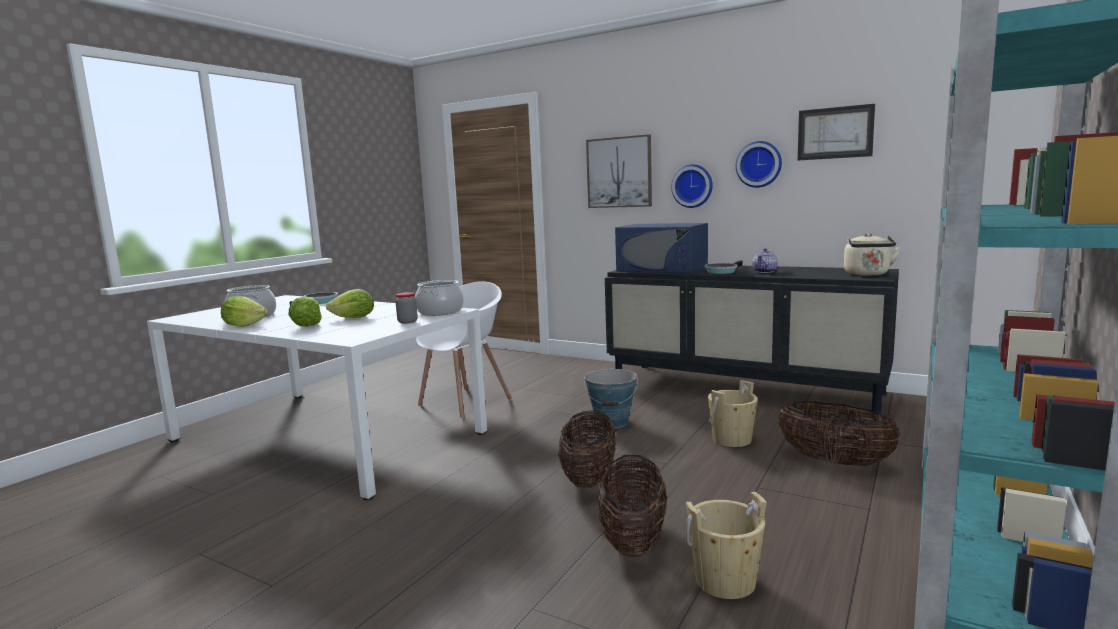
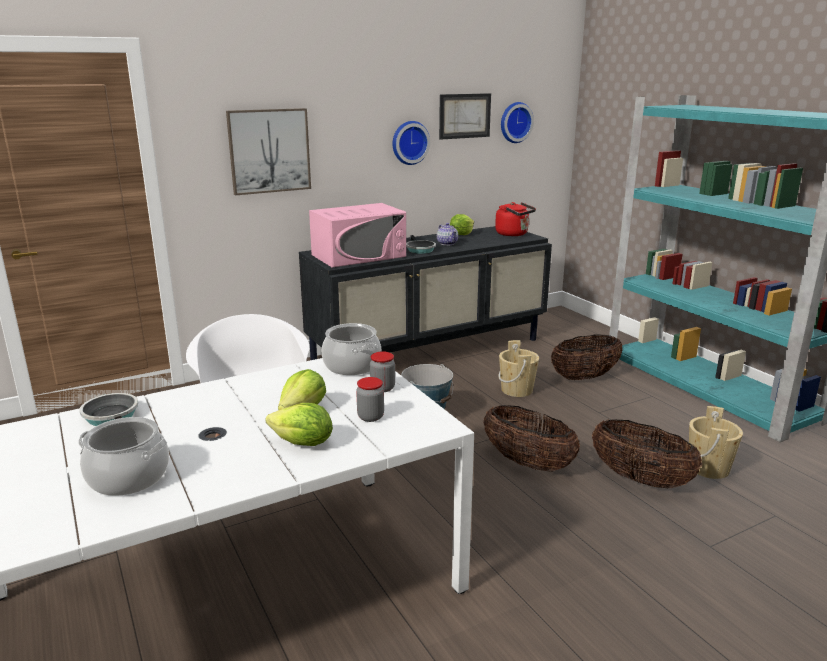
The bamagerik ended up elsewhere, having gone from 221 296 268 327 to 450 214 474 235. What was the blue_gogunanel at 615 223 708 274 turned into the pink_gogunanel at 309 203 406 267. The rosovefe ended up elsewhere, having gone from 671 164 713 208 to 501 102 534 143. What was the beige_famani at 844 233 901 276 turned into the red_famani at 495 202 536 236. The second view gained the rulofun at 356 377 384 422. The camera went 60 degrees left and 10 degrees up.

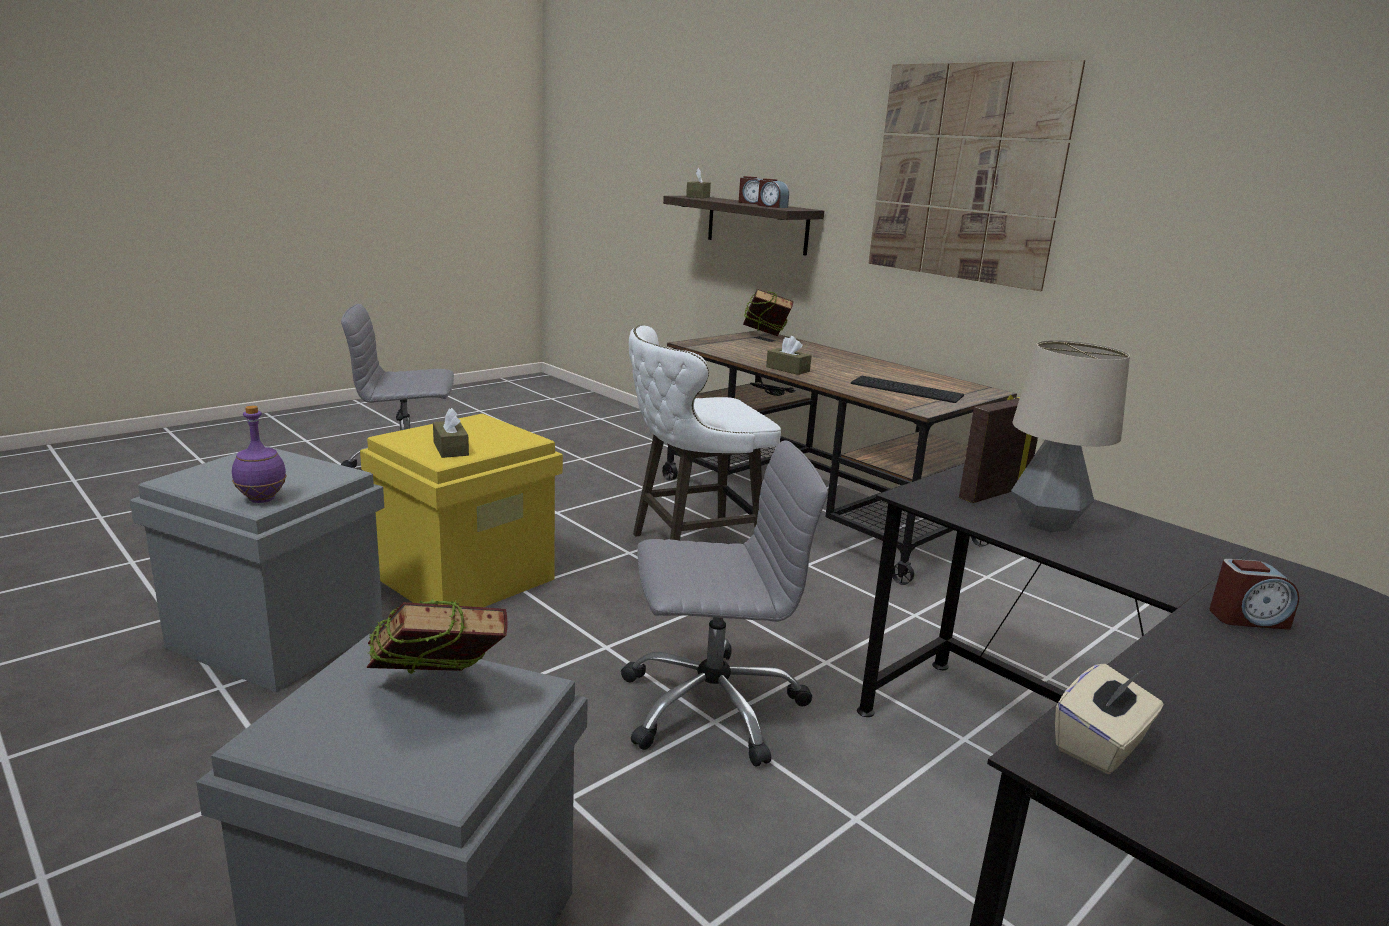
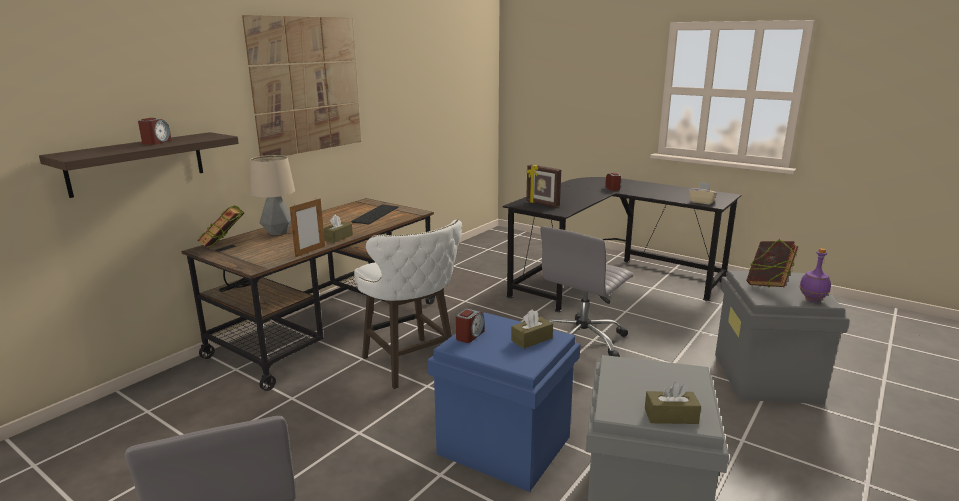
The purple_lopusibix ended up elsewhere, having gone from 232 405 287 503 to 800 248 831 302. What was the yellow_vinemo at 360 413 563 607 turned into the blue_vinemo at 427 312 581 492. The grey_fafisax at 621 441 828 767 ended up facing another way, 120 degrees counterclockwise from before. The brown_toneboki ended up elsewhere, having gone from 686 168 711 198 to 645 382 701 424. The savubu ended up elsewhere, having gone from 758 179 789 208 to 456 309 484 343. The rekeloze ended up elsewhere, having gone from 1011 340 1130 532 to 250 155 295 235. The second view gained the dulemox at 290 198 325 257. The camera went 100 degrees left and 0 degrees up.

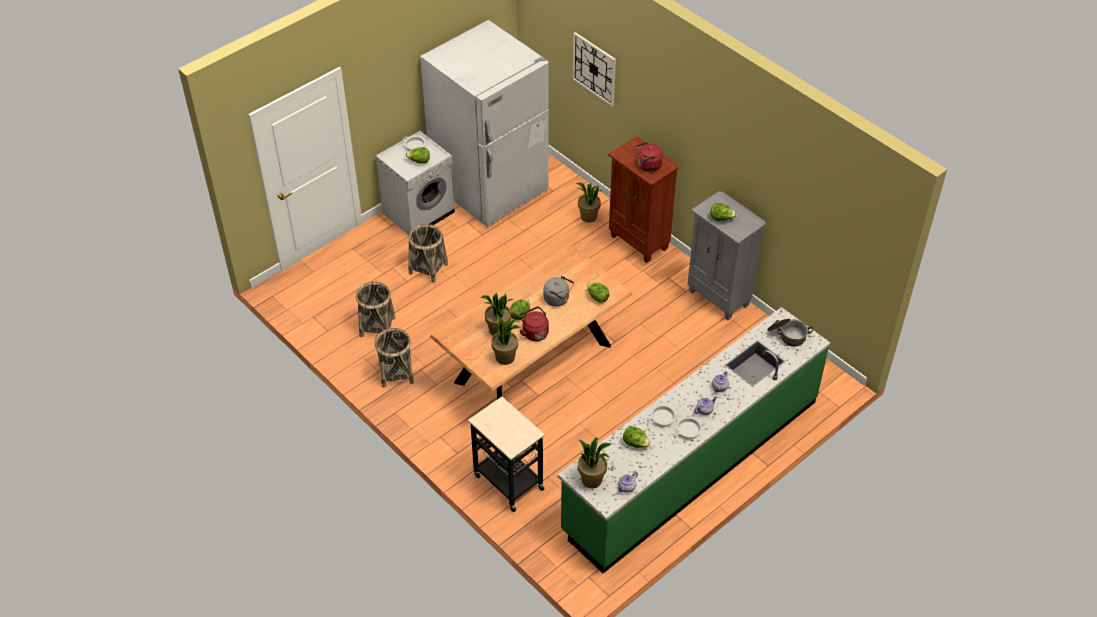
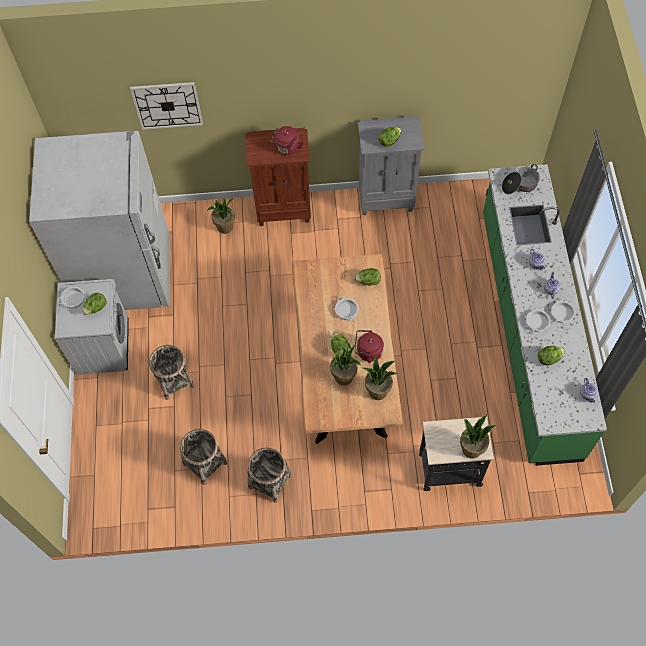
Where the grey_famani stood at 544 276 574 307, the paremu came to stand at 335 296 358 321. The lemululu ended up elsewhere, having gone from 578 437 612 488 to 460 414 495 459. The camera went 50 degrees left and 15 degrees up.

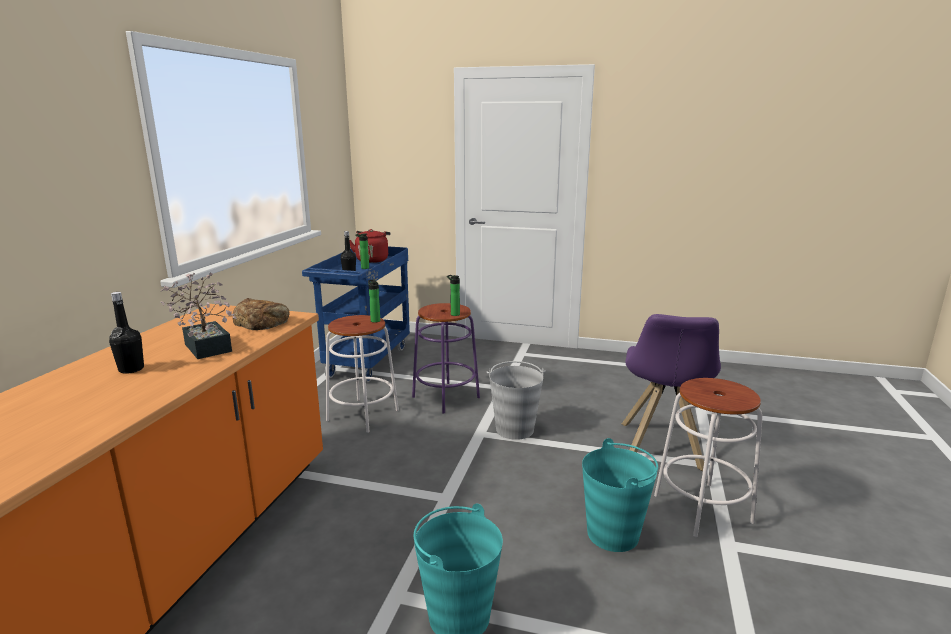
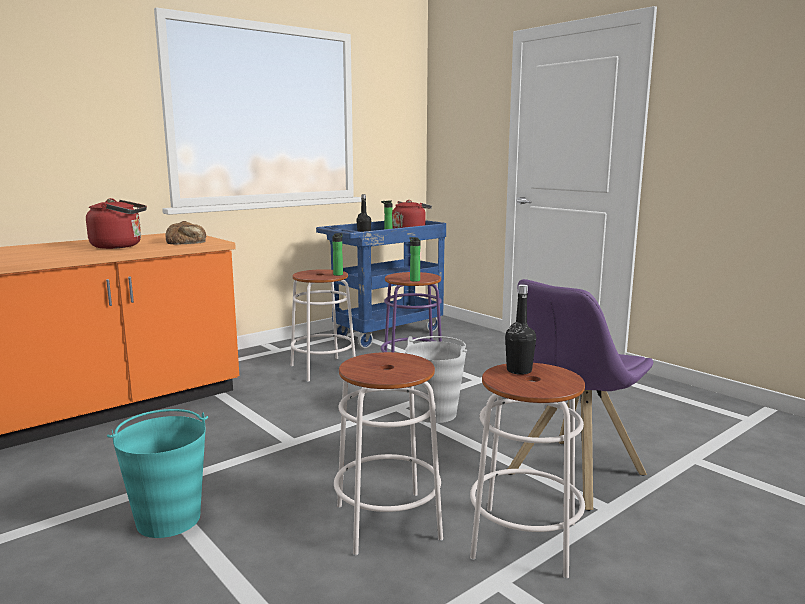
The black_lopusibix ended up elsewhere, having gone from 109 292 144 374 to 505 284 536 375. Where the lemululu stood at 160 272 237 359, the red_famani came to stand at 86 198 147 249. Where the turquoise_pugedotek stood at 582 438 658 552, the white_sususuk came to stand at 334 352 443 555. The camera went 35 degrees right and 5 degrees down.

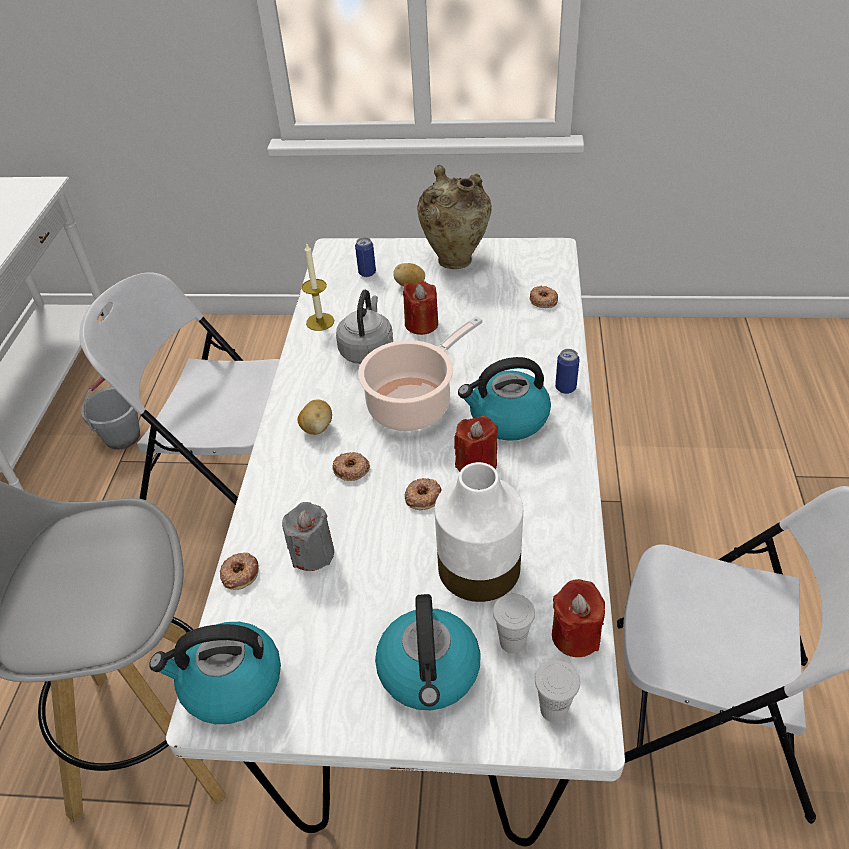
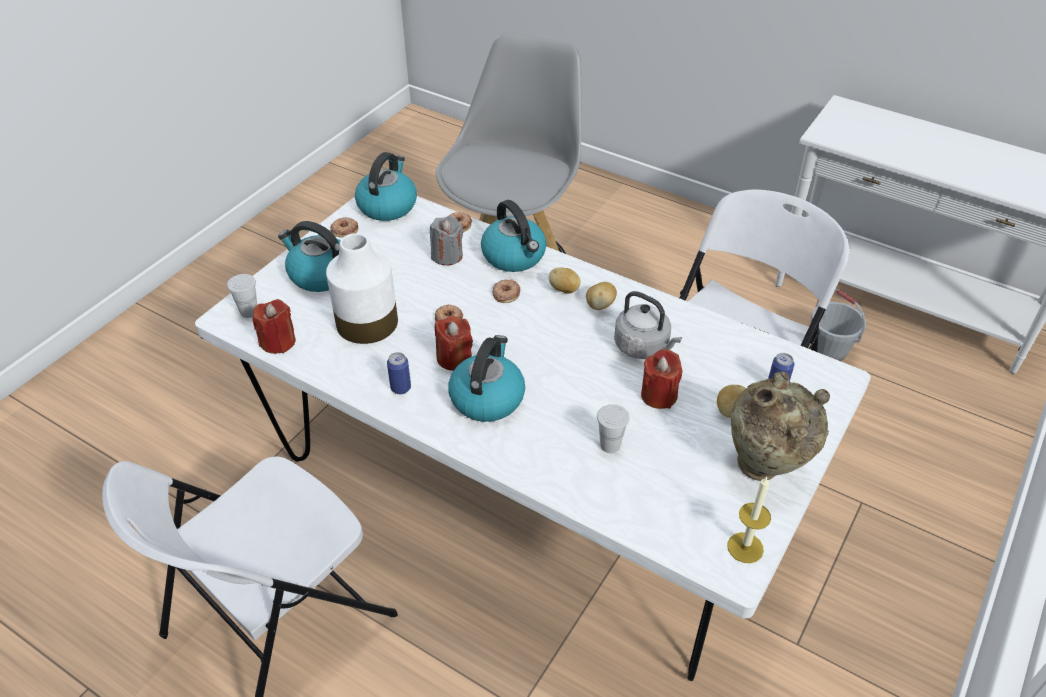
The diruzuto ended up elsewhere, having gone from 302 244 334 331 to 727 476 771 563. The second view lost the paremu at 358 316 483 431. The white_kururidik ended up elsewhere, having gone from 493 594 535 654 to 597 404 630 453. The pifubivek ended up elsewhere, having gone from 530 286 558 308 to 330 217 358 238. The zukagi ended up elsewhere, having gone from 555 349 580 394 to 387 352 411 394. The second view gained the famani at 481 200 546 272. The second view gained the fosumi at 586 282 617 310. The camera went 115 degrees right and 0 degrees up.

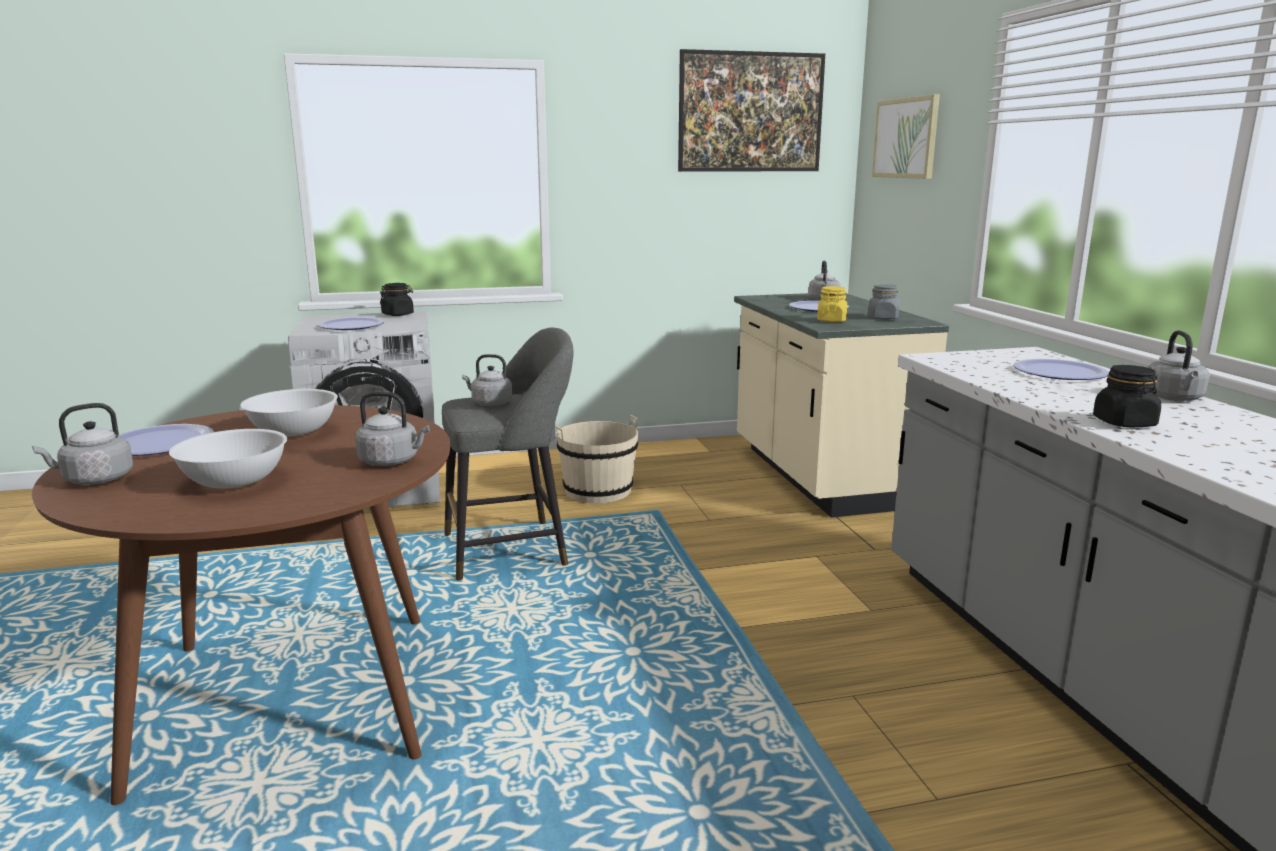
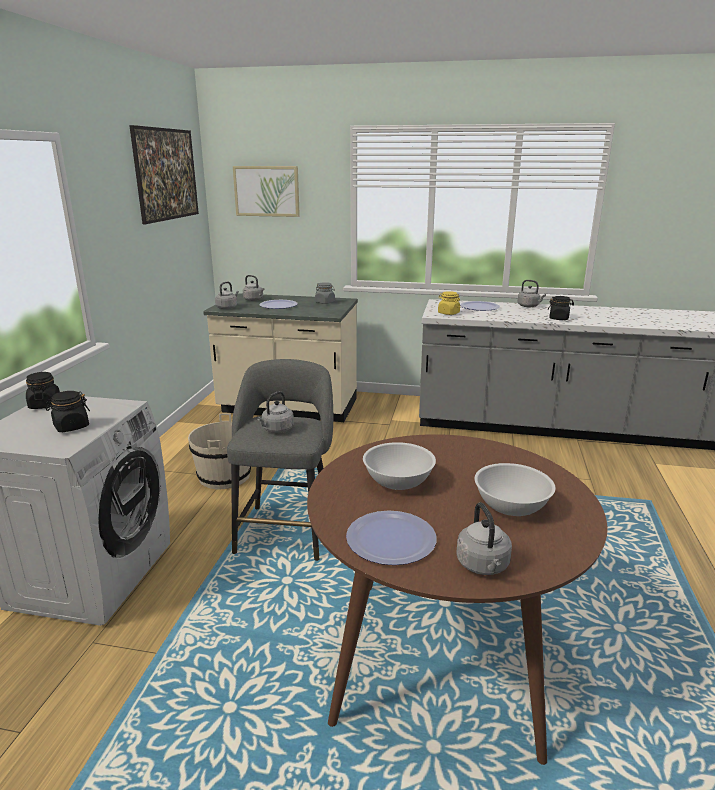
Where the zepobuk stood at 318 317 385 330, the black_rulofun came to stand at 45 391 90 432. The grey_famani ended up elsewhere, having gone from 355 391 430 466 to 215 282 239 309. The yellow_rulofun ended up elsewhere, having gone from 817 286 847 322 to 438 291 460 315. The camera went 65 degrees left and 5 degrees up.

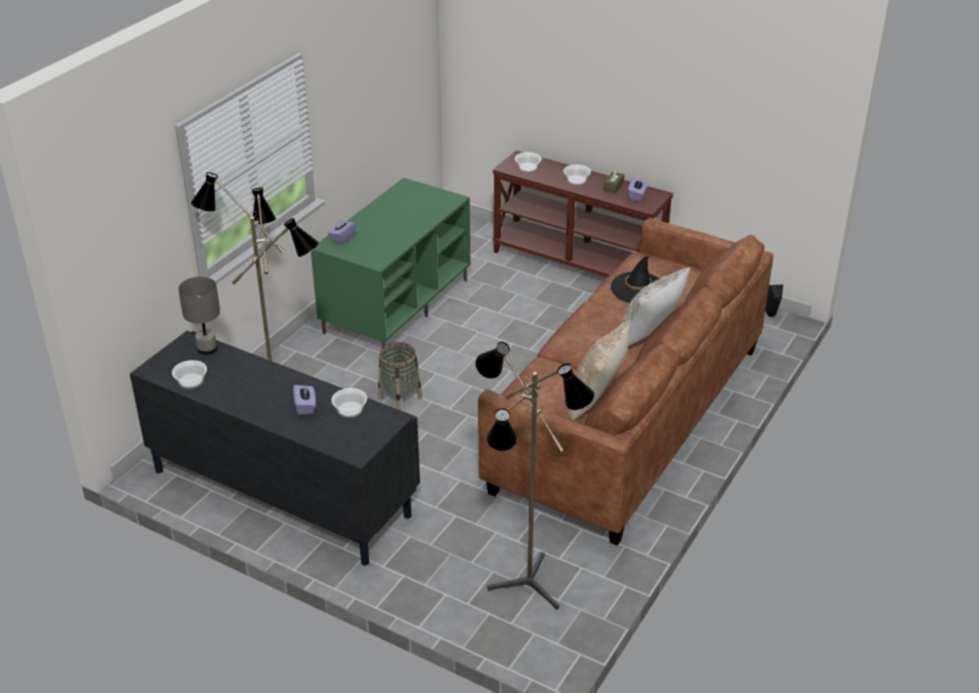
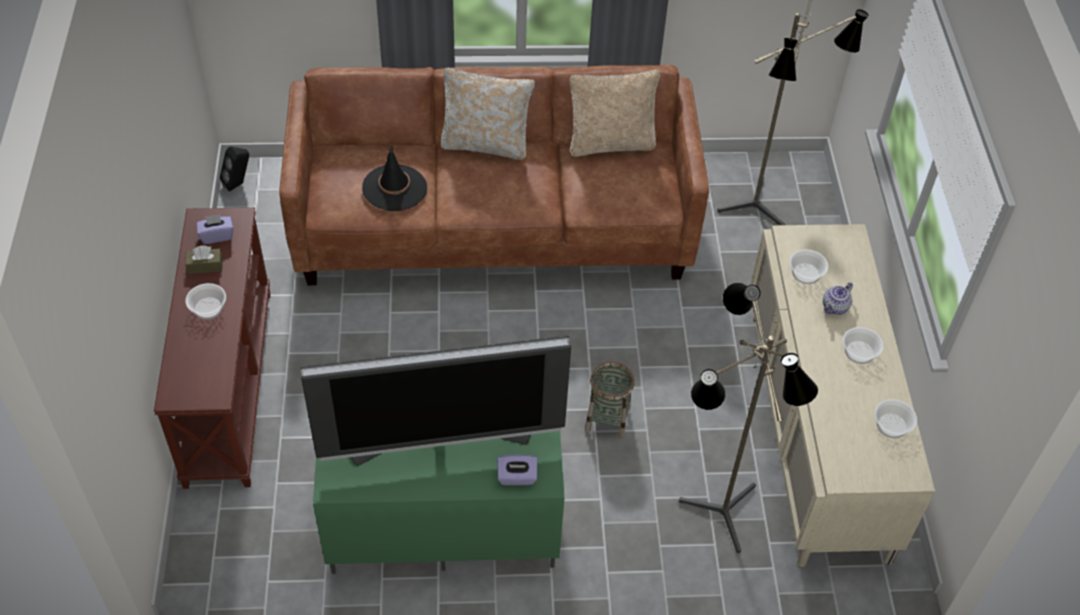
What was the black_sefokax at 130 331 420 566 turned into the beige_sefokax at 750 224 935 567. The second view lost the grey_rekeloze at 178 277 220 355. Where the purple_toneboki stood at 293 384 316 415, the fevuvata came to stand at 823 282 853 315. The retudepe ended up elsewhere, having gone from 515 152 542 172 to 843 327 883 364. The second view gained the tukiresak at 301 336 571 466. The camera went 125 degrees left and 15 degrees up.

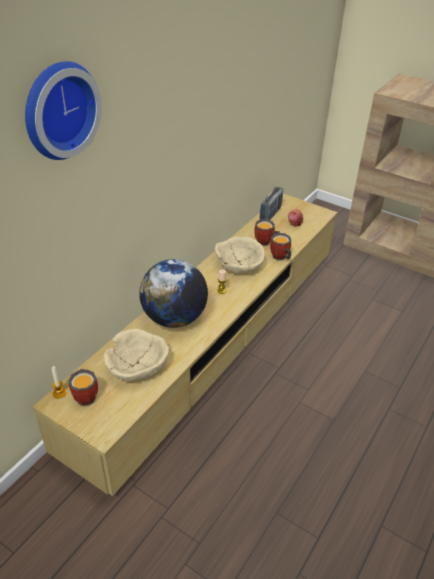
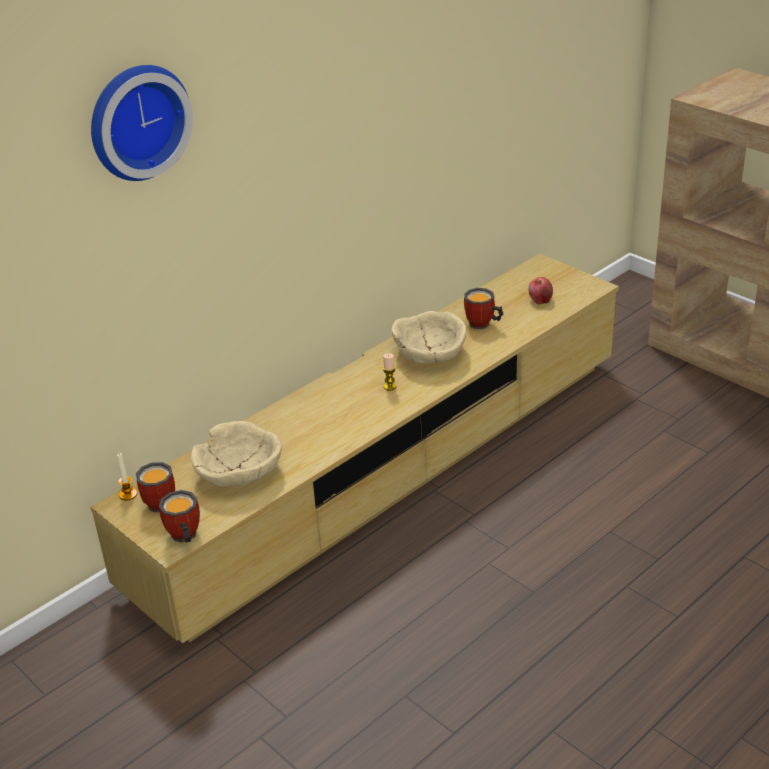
The second view lost the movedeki at 139 259 208 328. The second view lost the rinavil at 260 187 283 220. The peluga ended up elsewhere, having gone from 270 233 291 261 to 159 490 200 543. The camera went 15 degrees right and 5 degrees down.

